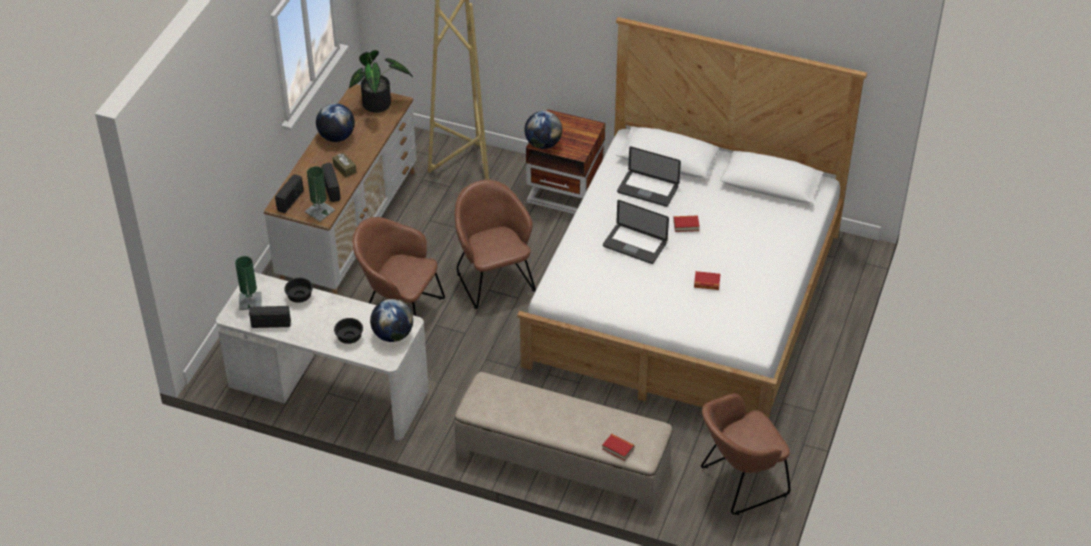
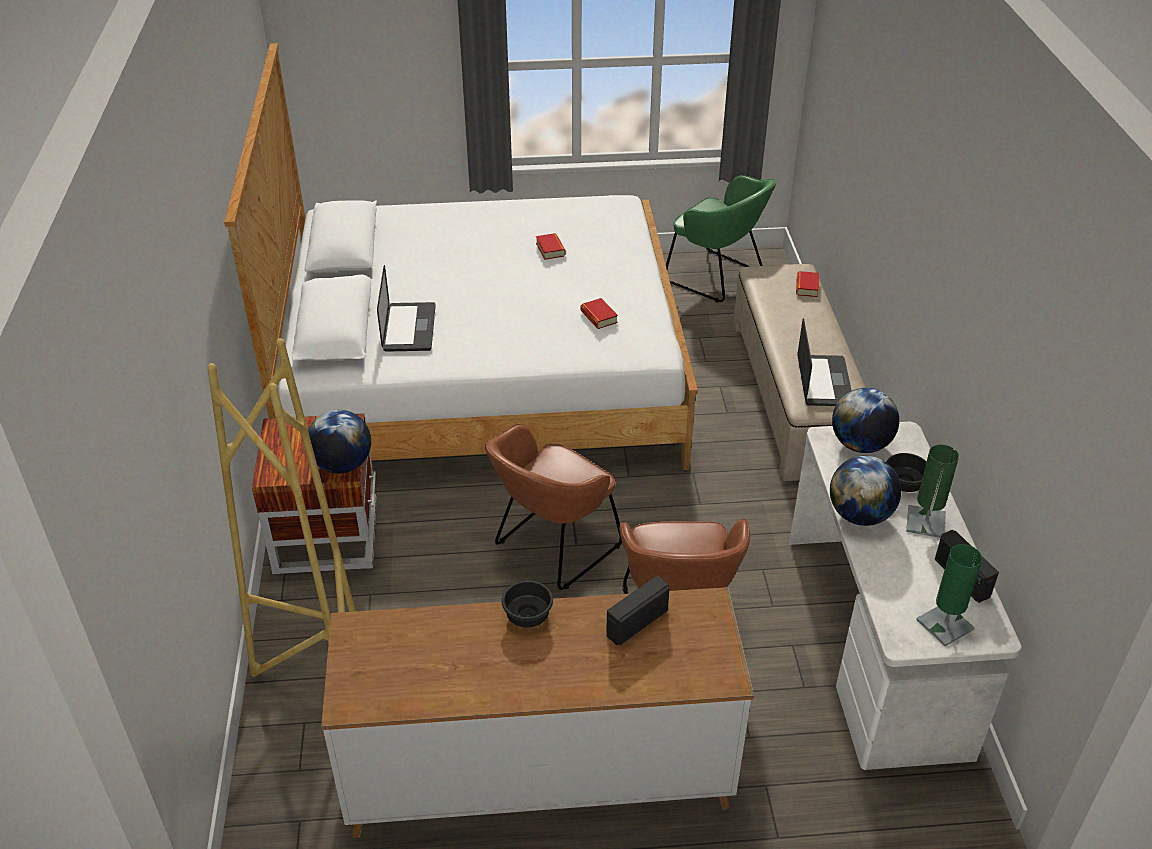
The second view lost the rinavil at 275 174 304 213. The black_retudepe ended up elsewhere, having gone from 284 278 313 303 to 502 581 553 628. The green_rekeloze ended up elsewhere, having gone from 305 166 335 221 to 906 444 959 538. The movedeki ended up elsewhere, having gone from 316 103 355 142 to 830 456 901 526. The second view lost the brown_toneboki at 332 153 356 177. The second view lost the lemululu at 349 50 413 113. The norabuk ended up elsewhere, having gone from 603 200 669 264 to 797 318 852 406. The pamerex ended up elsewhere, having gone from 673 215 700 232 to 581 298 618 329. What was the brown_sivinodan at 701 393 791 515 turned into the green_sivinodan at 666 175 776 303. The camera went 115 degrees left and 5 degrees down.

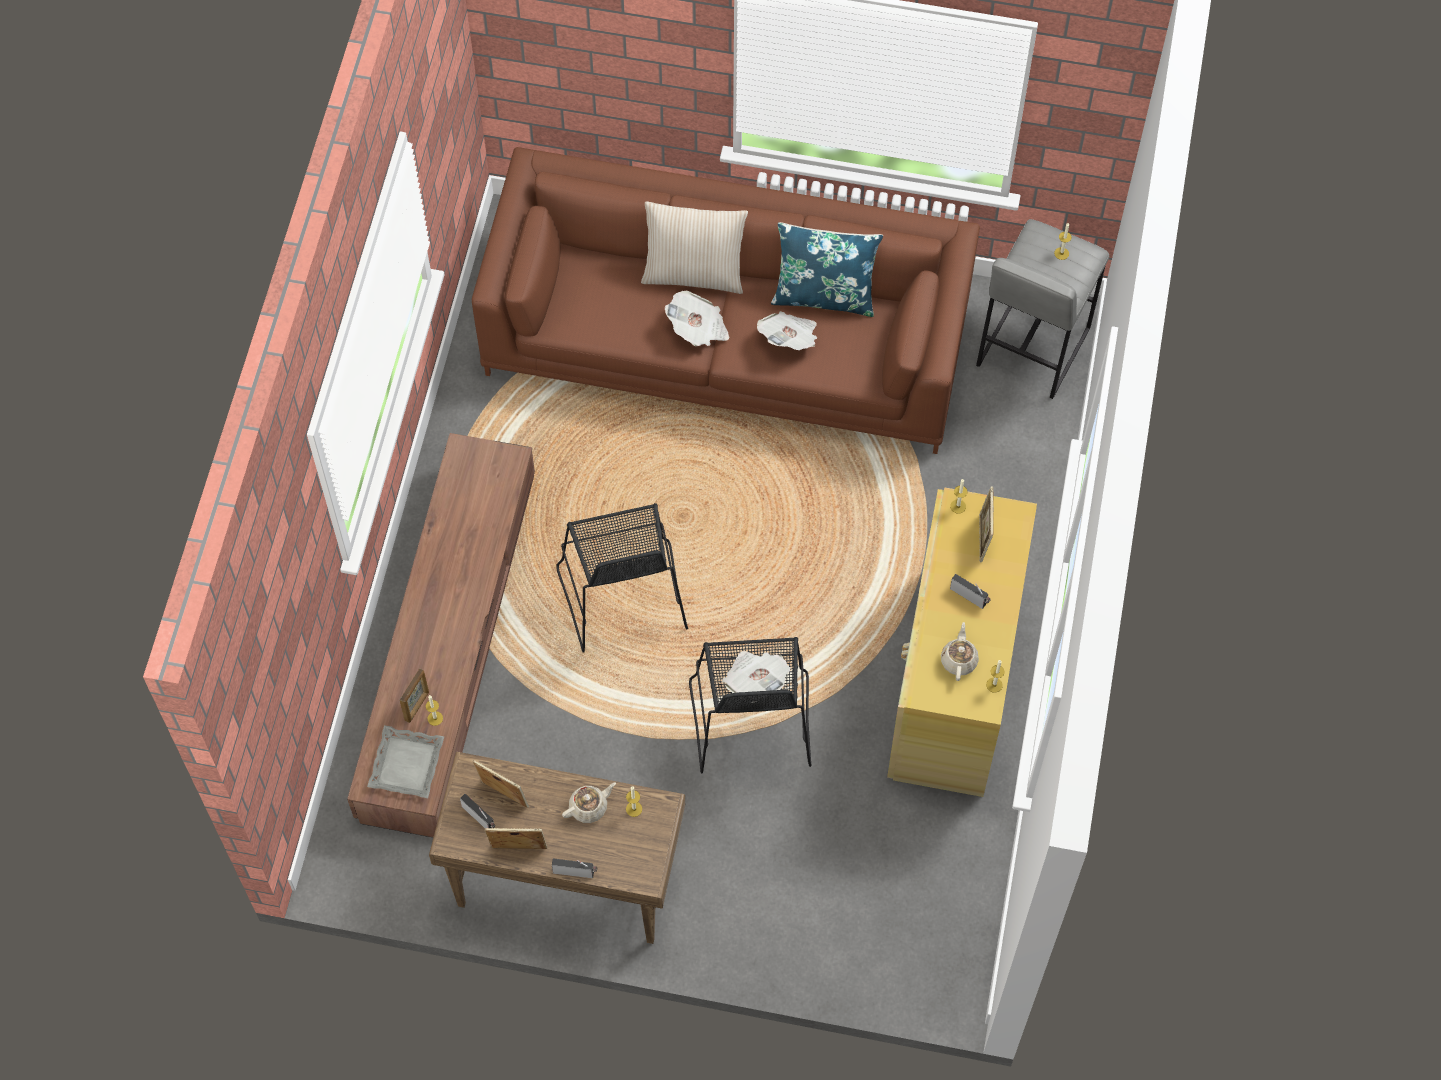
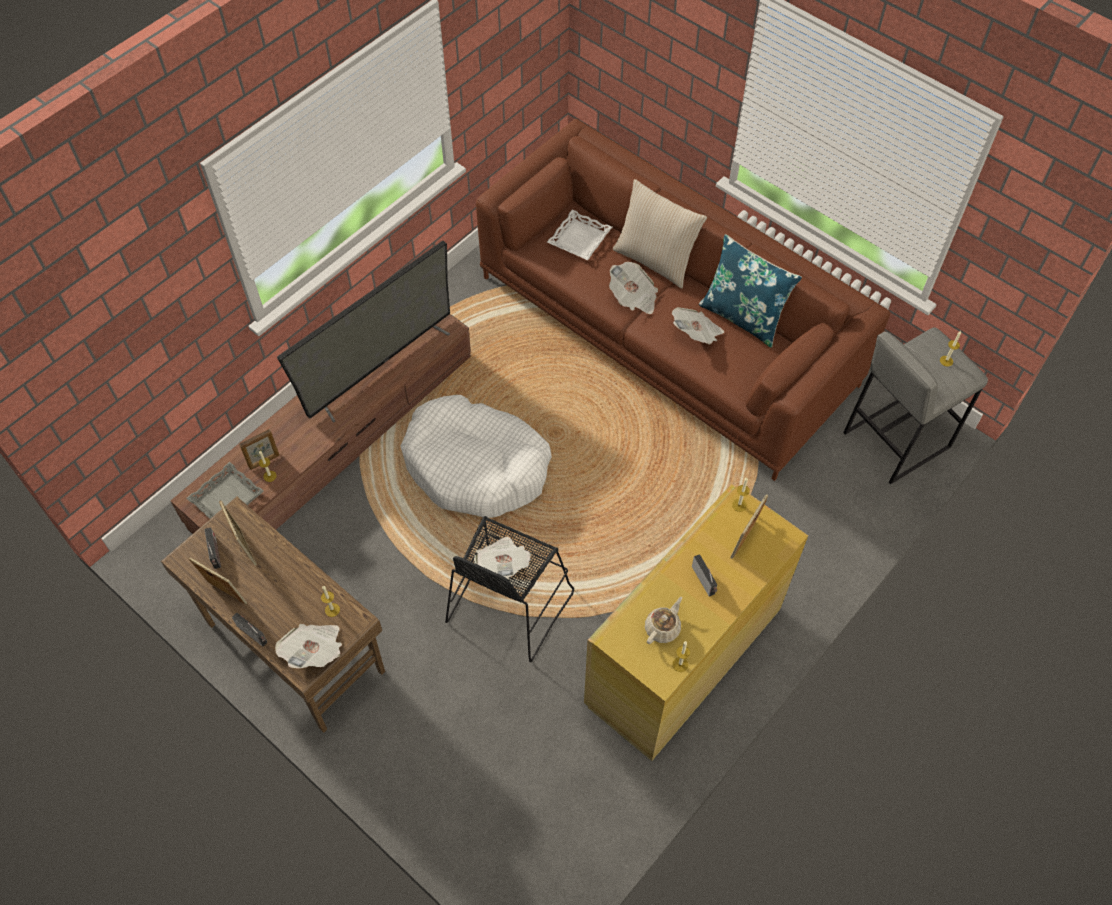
Where the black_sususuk stood at 556 503 688 653, the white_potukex came to stand at 400 395 552 518. The second view lost the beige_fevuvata at 562 782 616 823. The second view gained the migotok at 275 624 342 668. The second view gained the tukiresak at 277 241 450 423. The second view gained the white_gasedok at 547 209 612 260. The camera went 30 degrees right and 5 degrees down.

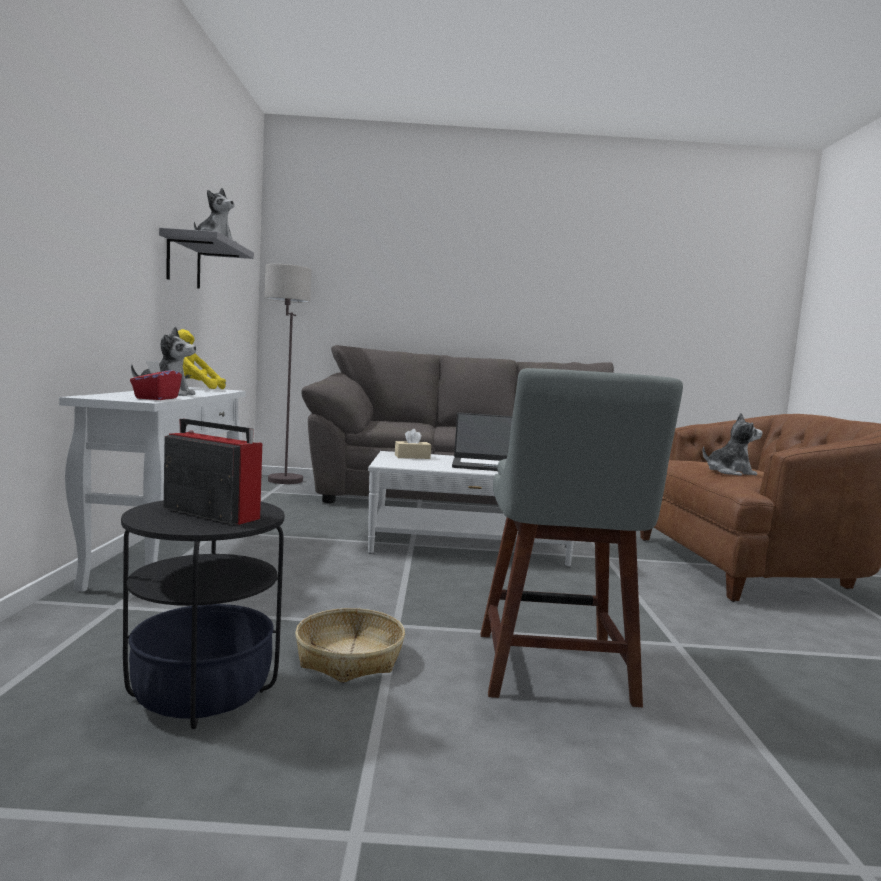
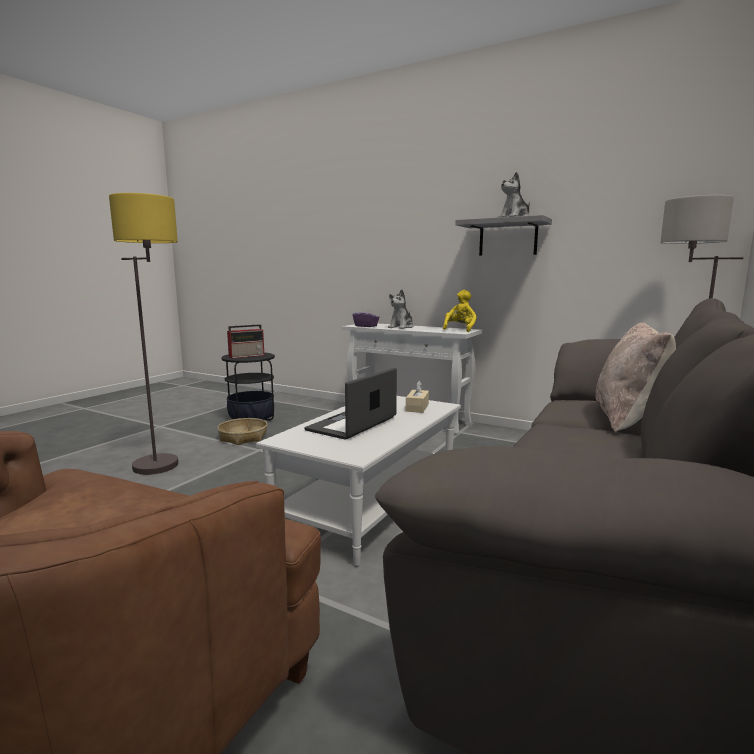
What was the red_toneboki at 130 361 182 400 turned into the purple_toneboki at 353 308 379 327. Where the grey_sususuk stood at 480 368 683 707, the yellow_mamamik came to stand at 109 193 178 475. The second view lost the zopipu at 703 413 762 476. The second view gained the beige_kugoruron at 595 322 676 432. The camera went 120 degrees right and 5 degrees up.

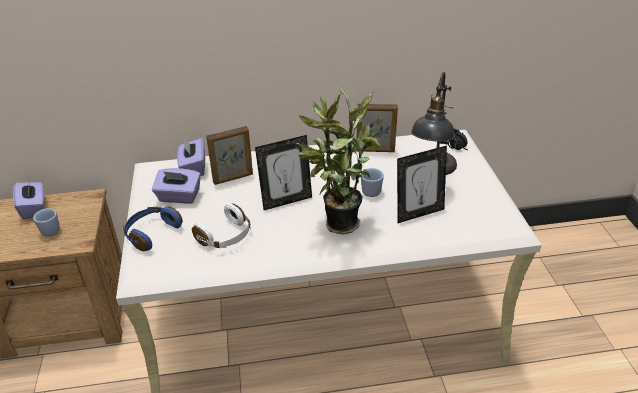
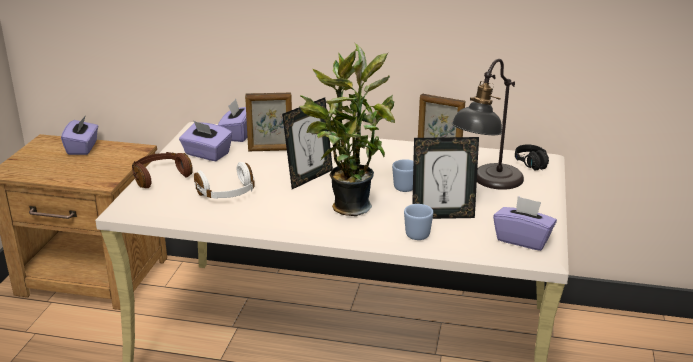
The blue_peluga ended up elsewhere, having gone from 33 208 60 236 to 404 204 433 240. What was the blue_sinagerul at 123 206 183 251 turned into the brown_sinagerul at 132 152 193 188. The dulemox at 255 135 312 210 ended up facing another way, 45 degrees counterclockwise from before. The second view gained the purple_toneboki at 493 196 557 251. The camera went 20 degrees right and 10 degrees down.

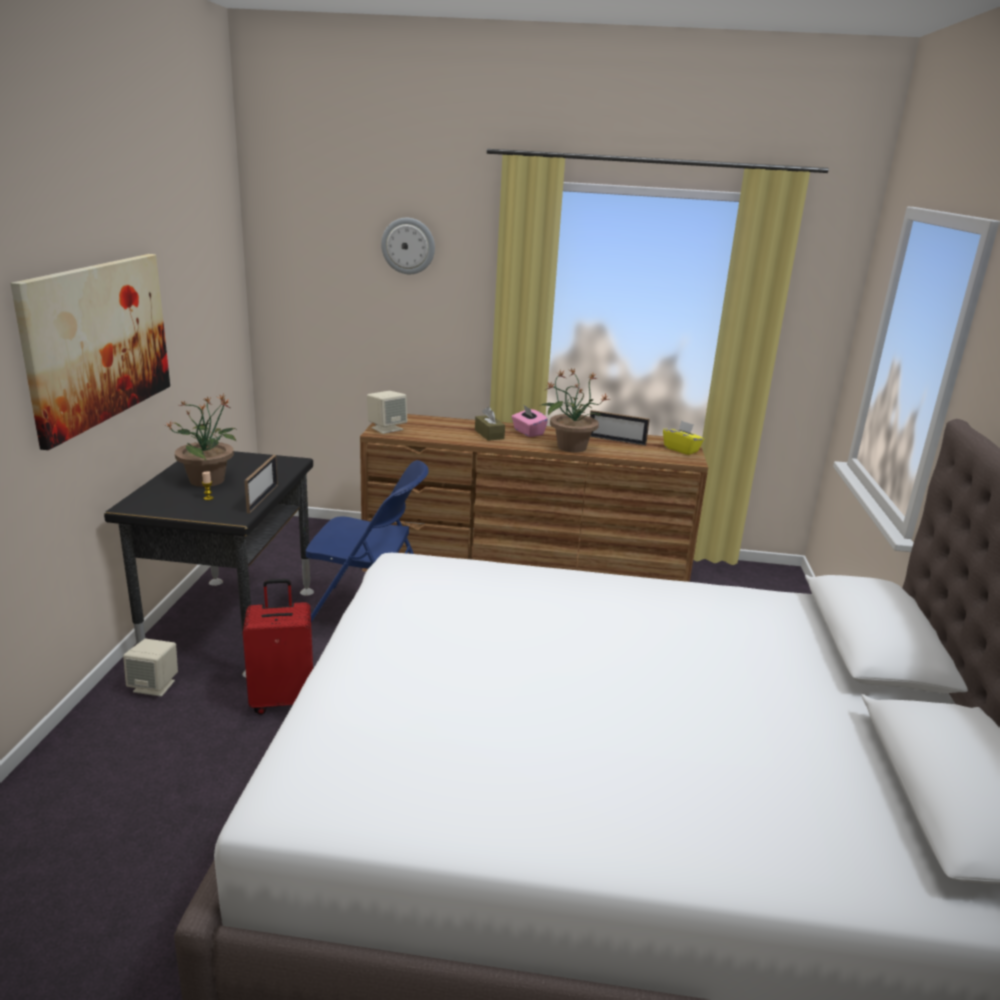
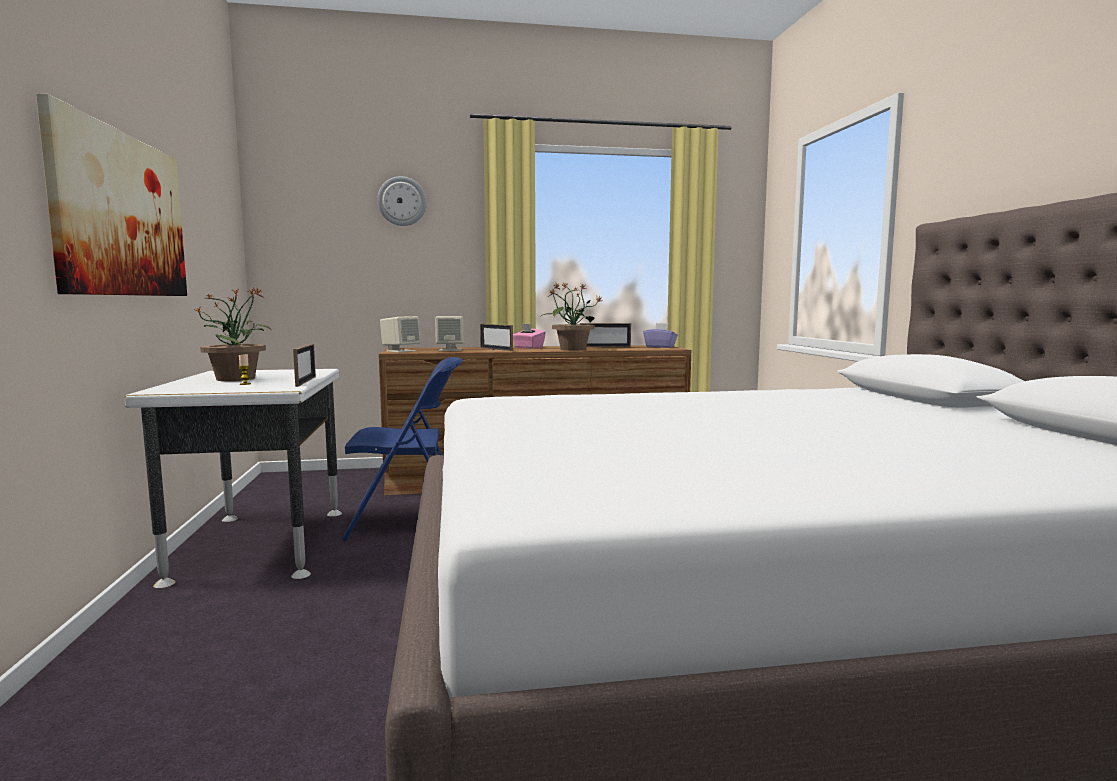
What was the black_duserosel at 104 451 314 678 turned into the white_duserosel at 124 369 342 588. The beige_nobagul ended up elsewhere, having gone from 123 639 178 697 to 435 316 464 351. The second view lost the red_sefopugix at 243 579 313 715. Where the brown_toneboki stood at 475 407 505 441, the dulemox came to stand at 480 324 513 351. What was the yellow_toneboki at 663 420 704 455 turned into the purple_toneboki at 643 323 678 348. The camera went 15 degrees left and 15 degrees down.

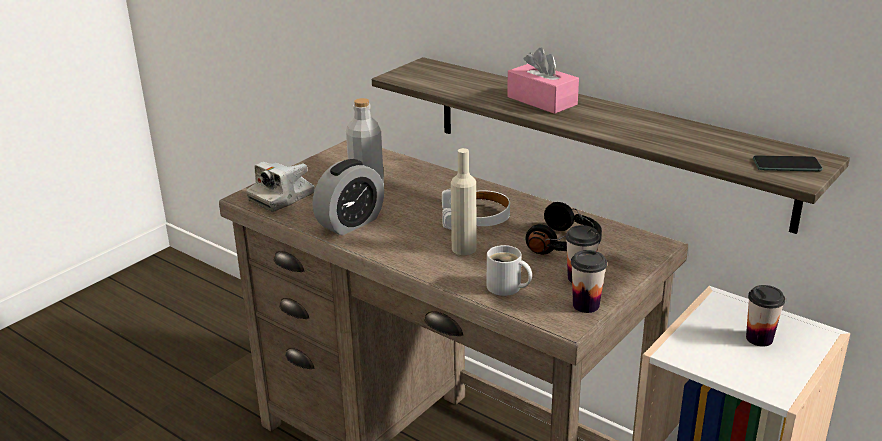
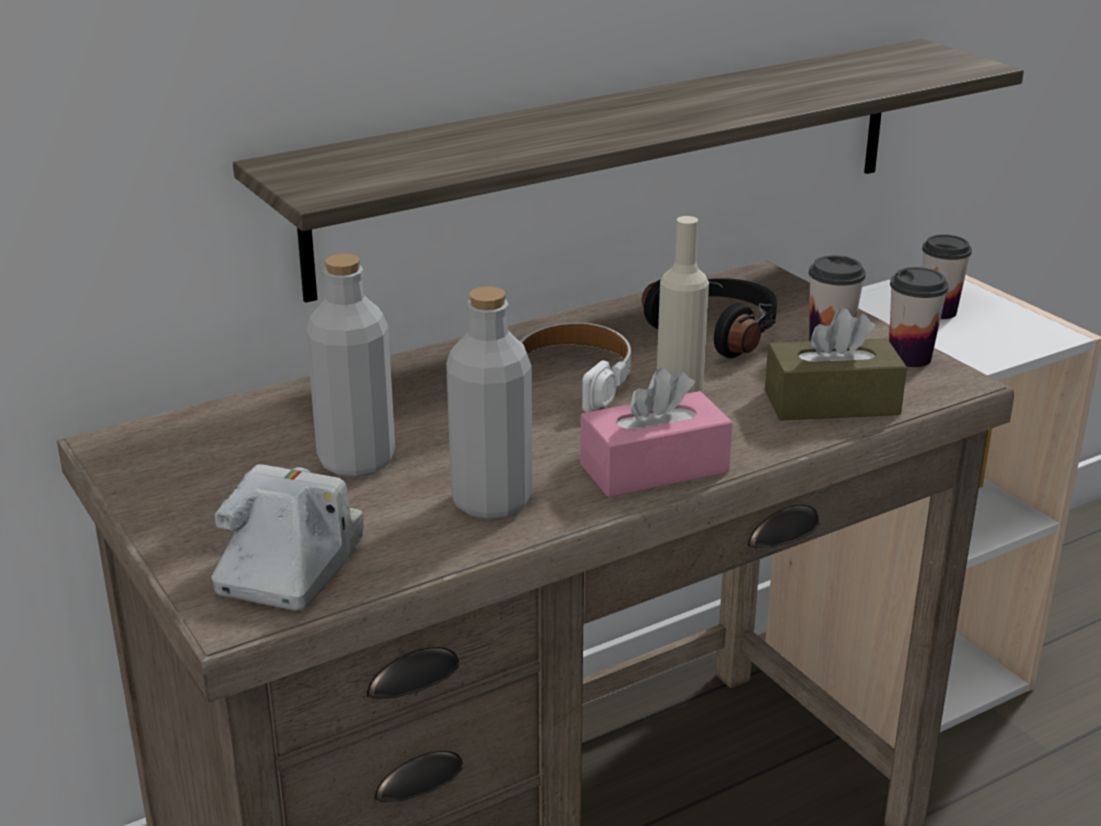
The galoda at 246 162 315 211 ended up facing another way, 135 degrees counterclockwise from before. Where the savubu stood at 313 159 384 236, the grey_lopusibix came to stand at 446 286 532 519. Where the white_peluga stood at 487 245 532 296, the brown_toneboki came to stand at 765 308 907 421. The pink_toneboki ended up elsewhere, having gone from 507 48 579 114 to 580 368 733 497. The second view lost the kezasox at 753 155 823 171. The camera went 70 degrees left and 0 degrees up.

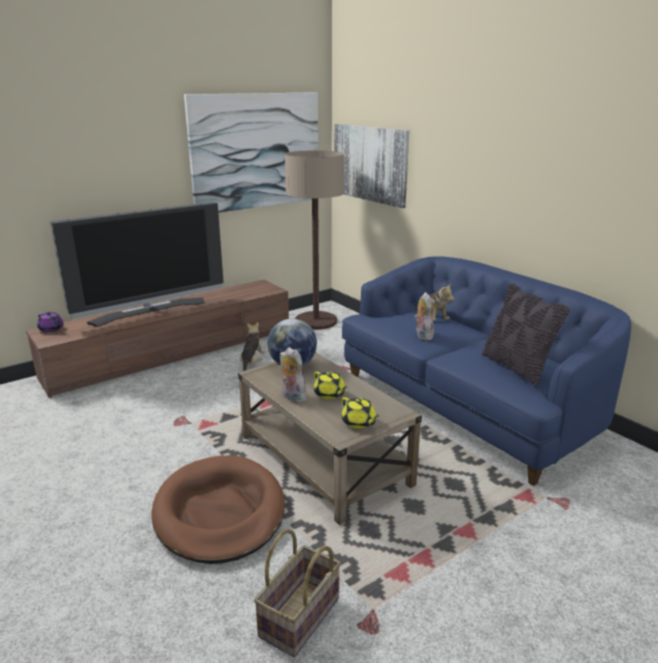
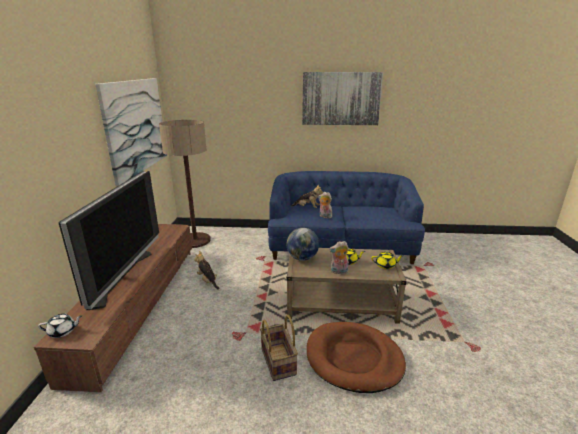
What was the purple_fevuvata at 37 311 63 332 turned into the white_fevuvata at 38 314 82 338. The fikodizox ended up elsewhere, having gone from 254 529 341 657 to 260 315 298 381. The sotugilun ended up elsewhere, having gone from 334 124 409 208 to 302 72 383 125. The second view lost the black_kugoruron at 482 283 570 387. The camera went 50 degrees left and 0 degrees up.

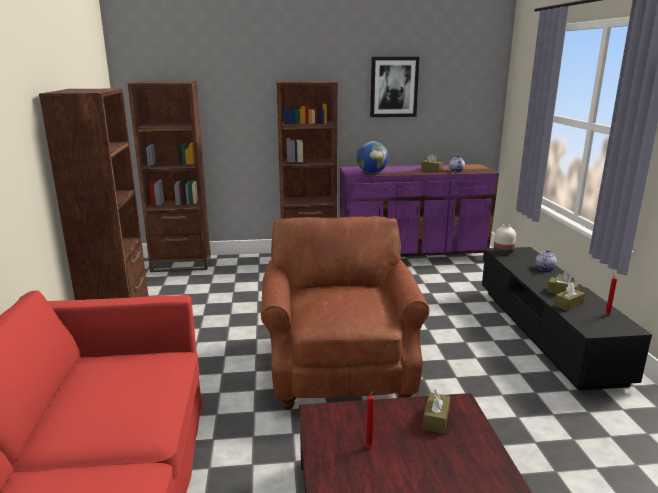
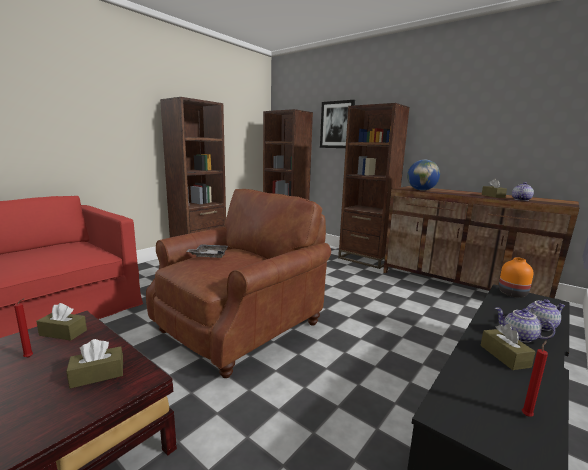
What was the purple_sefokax at 340 164 499 261 turned into the brown_sefokax at 383 186 580 298. The sotugilun ended up elsewhere, having gone from 370 57 420 117 to 320 100 355 148. What was the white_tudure at 494 224 516 254 turned into the orange_tudure at 499 257 534 298. The brown_toneboki ended up elsewhere, having gone from 554 283 585 311 to 36 303 87 340. The second view gained the grey_gasedok at 186 244 228 258. The second view gained the fevuvata at 495 308 555 343. The camera went 45 degrees right and 5 degrees down.

